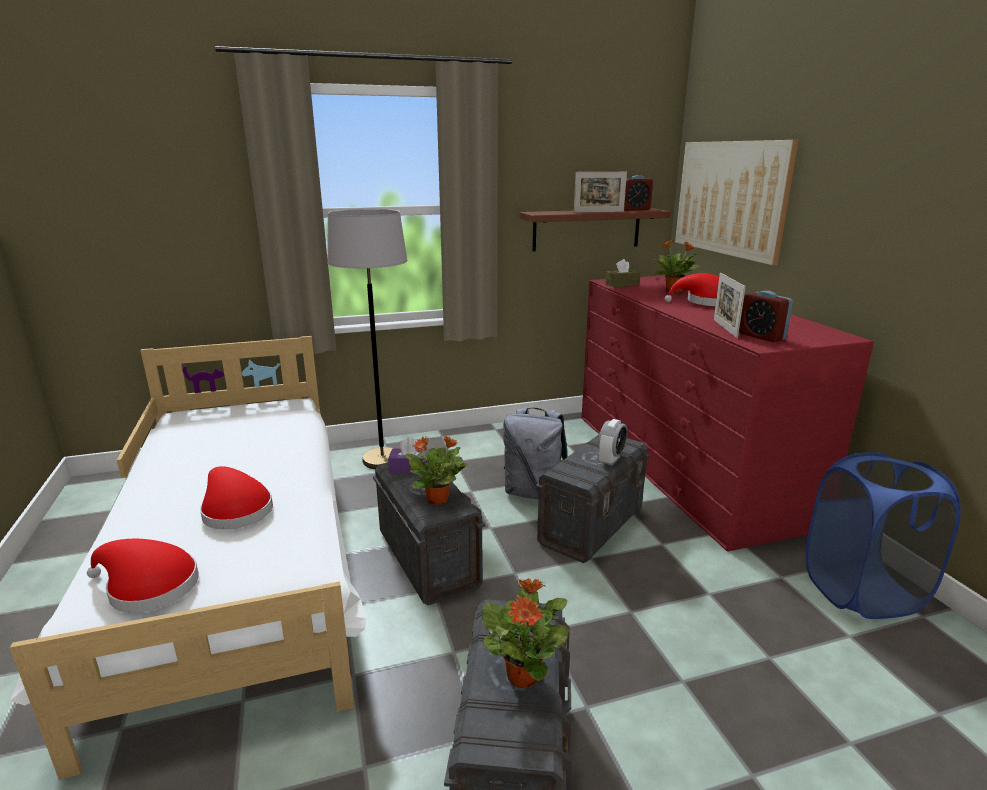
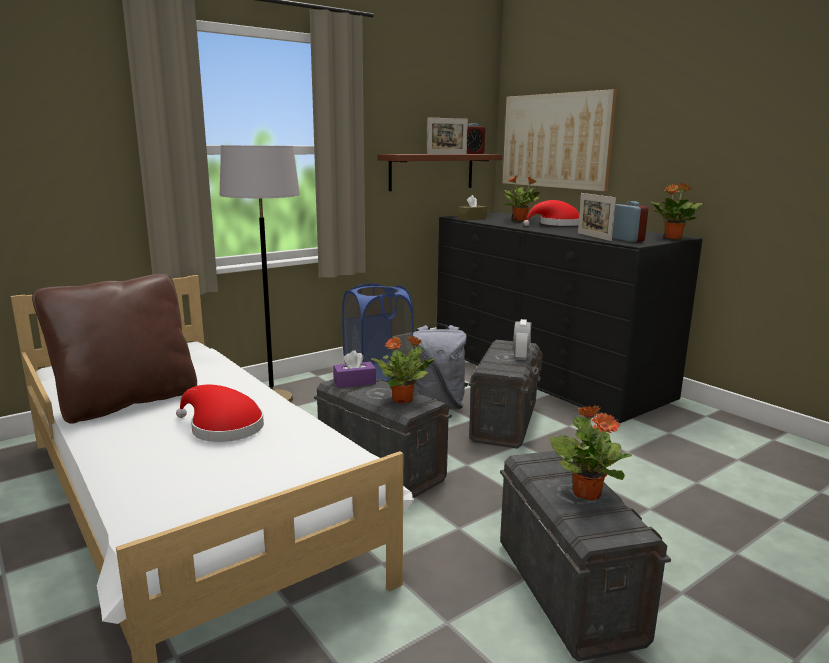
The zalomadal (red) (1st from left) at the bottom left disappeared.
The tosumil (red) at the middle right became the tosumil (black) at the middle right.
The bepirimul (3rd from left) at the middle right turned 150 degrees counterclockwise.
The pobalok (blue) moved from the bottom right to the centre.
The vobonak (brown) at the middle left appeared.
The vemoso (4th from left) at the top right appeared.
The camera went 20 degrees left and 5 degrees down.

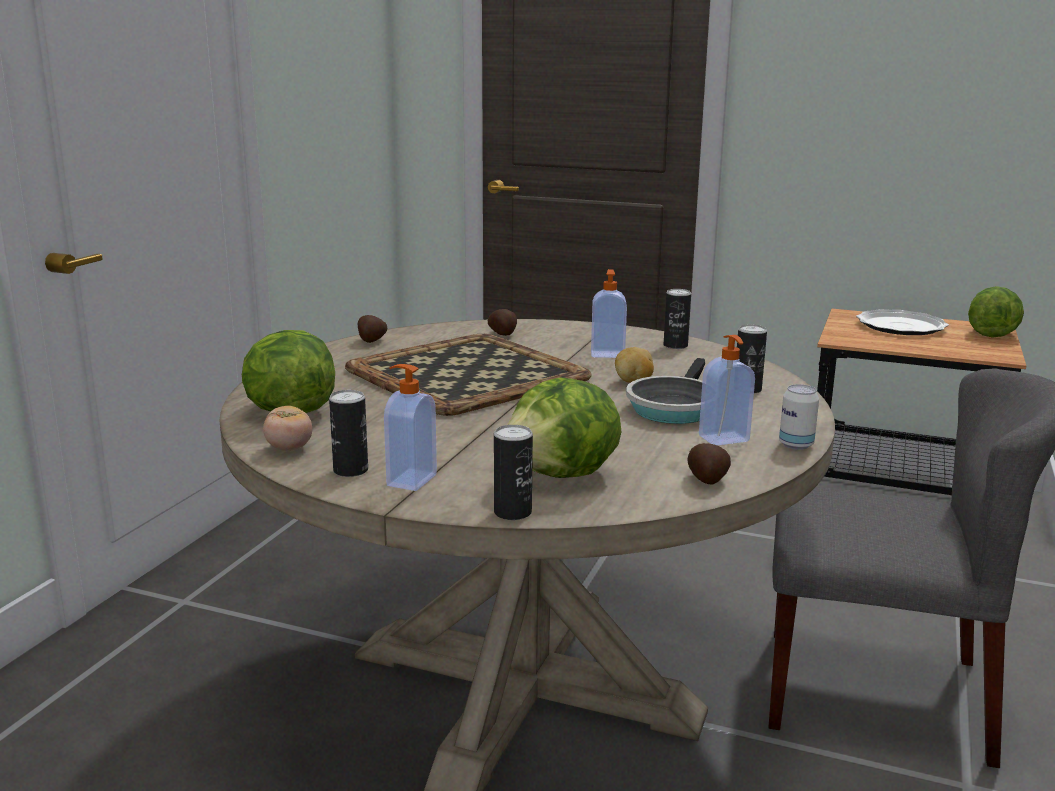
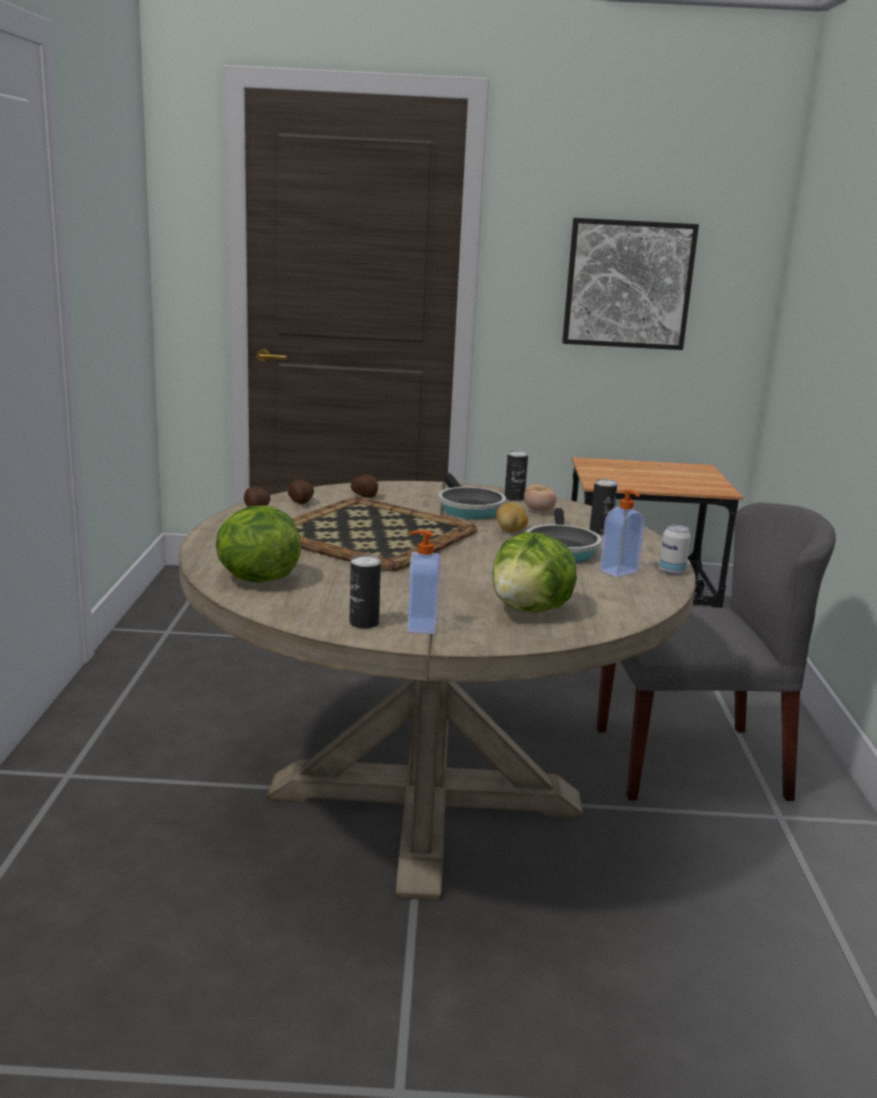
The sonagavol moved from the middle left to the centre.
The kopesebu (2nd from left) at the centre disappeared.
The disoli (2nd from left) at the centre was replaced by the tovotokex (1st from left) at the centre.
The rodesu (4th from left in the first image) moved from the middle right to the centre.
The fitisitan at the middle right disappeared.
The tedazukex (3rd from left) at the middle right disappeared.
The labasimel at the top right appeared.
The camera went 20 degrees left and 0 degrees up.

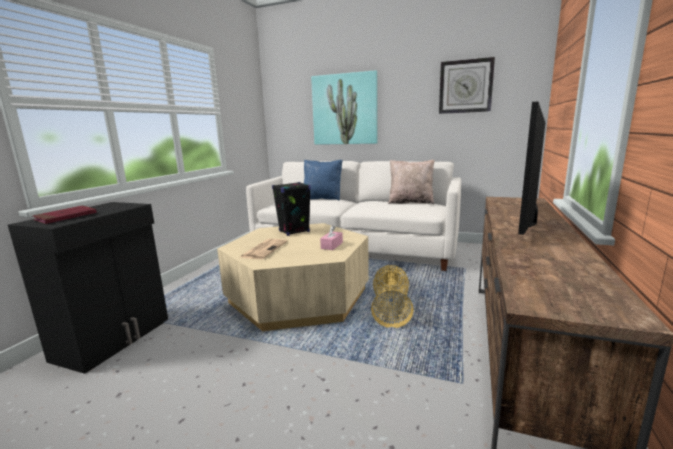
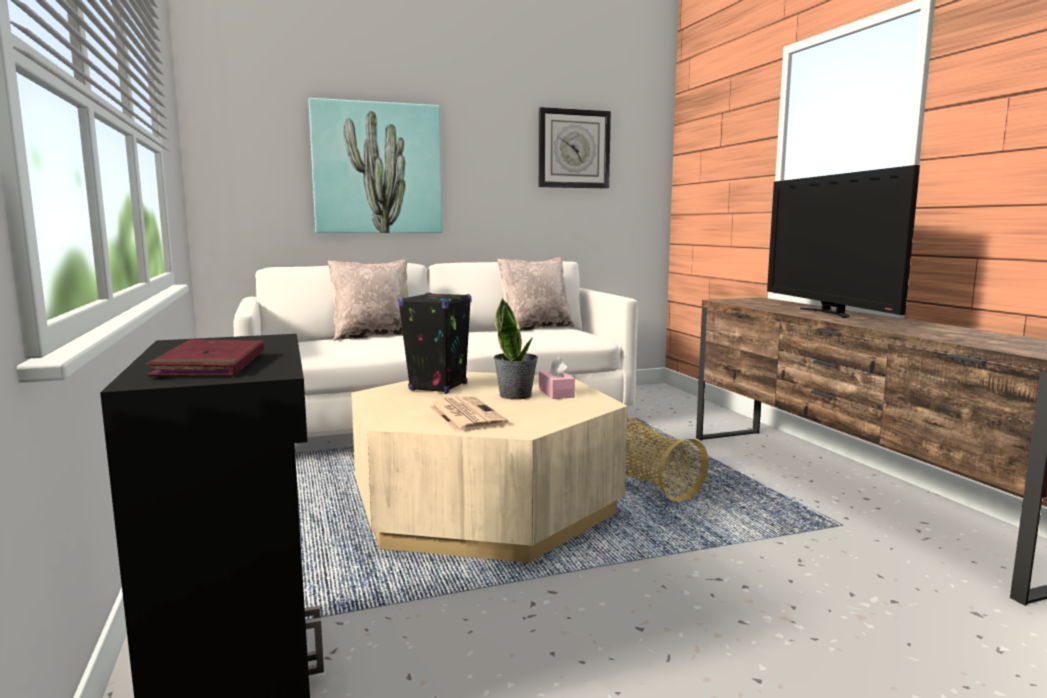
The vobonak (blue) at the centre became the vobonak (beige) (1st from left) at the centre.
The vemoso at the centre appeared.
The camera went 40 degrees left and 5 degrees down.

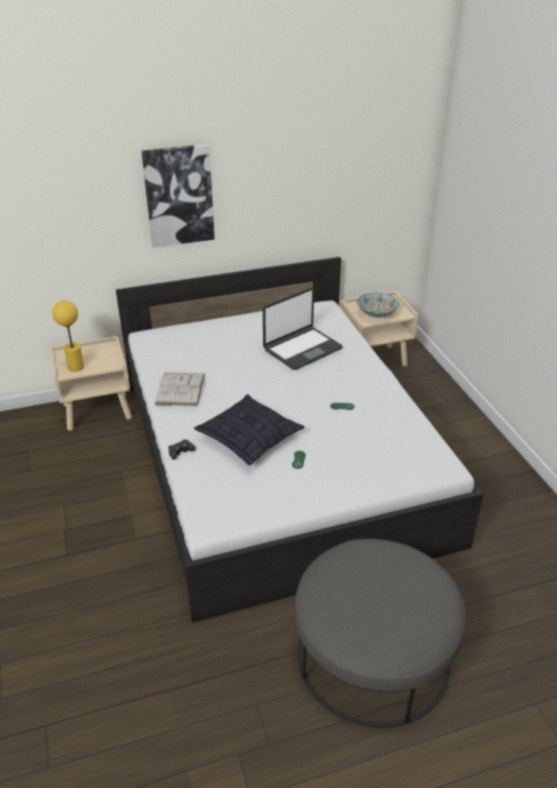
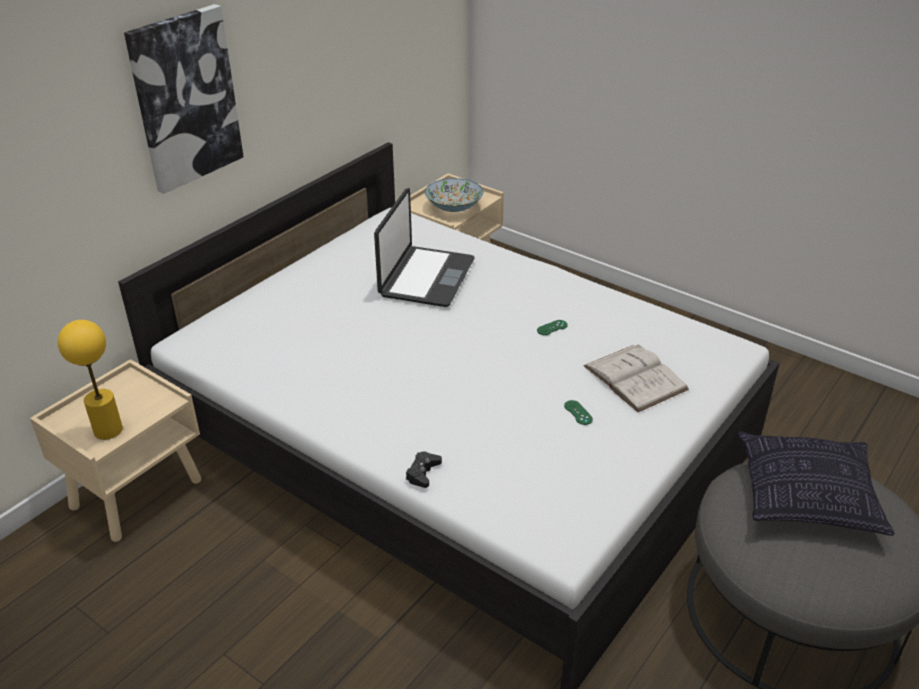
The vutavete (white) moved from the middle left to the middle right.
The vobonak moved from the centre to the bottom right.
The camera went 35 degrees left and 0 degrees up.

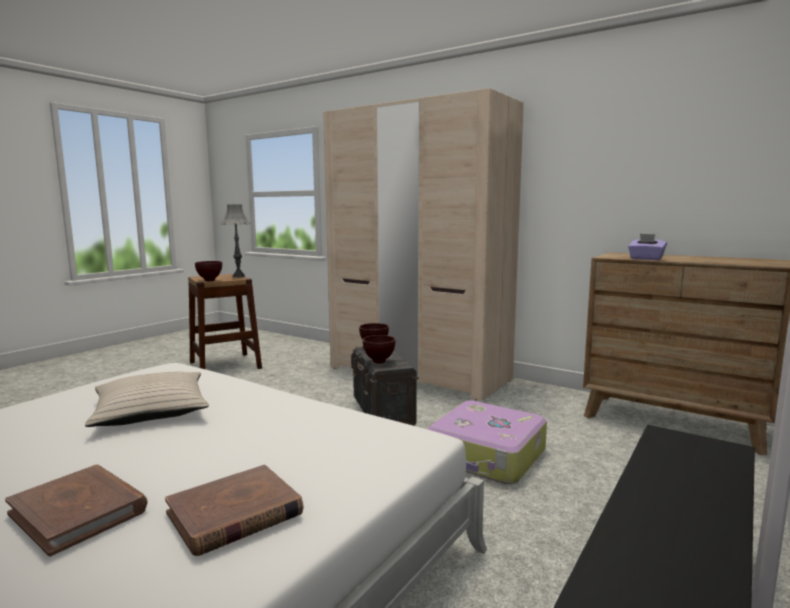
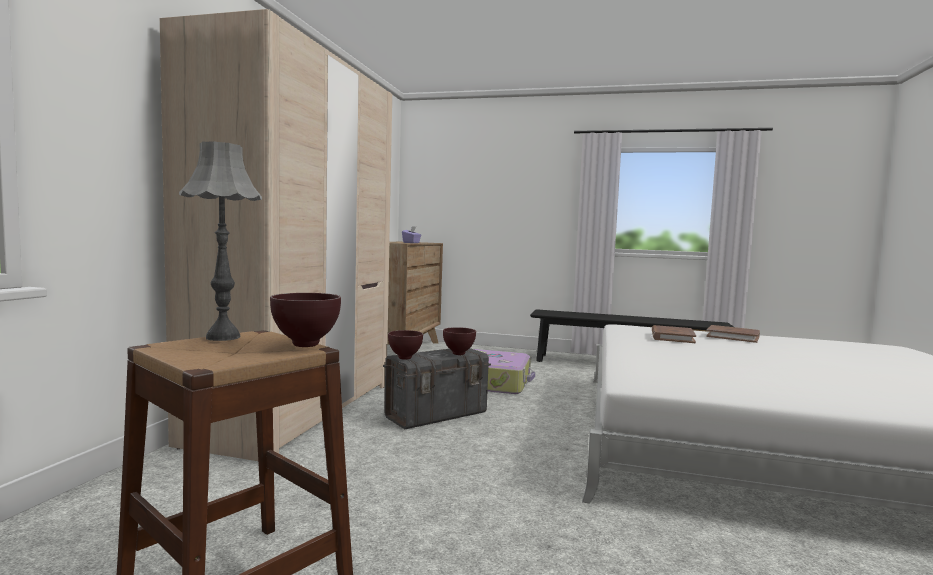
The vutavete (brown) (1st from left) moved from the bottom left to the middle right.
The vobonak (beige) at the middle left disappeared.
The camera went 110 degrees left and 5 degrees down.

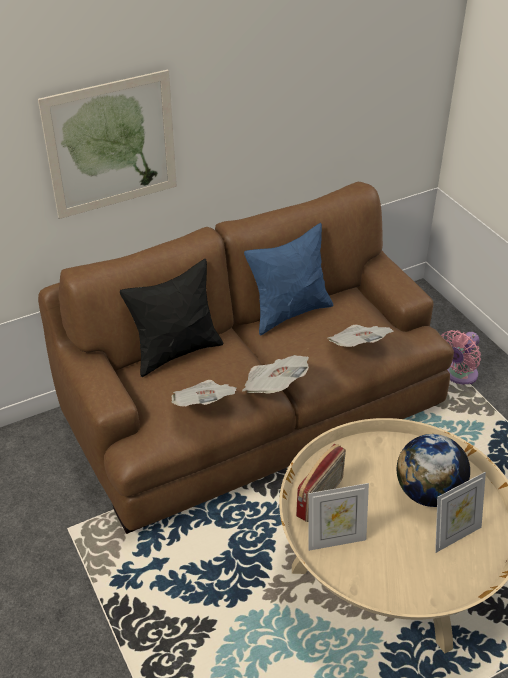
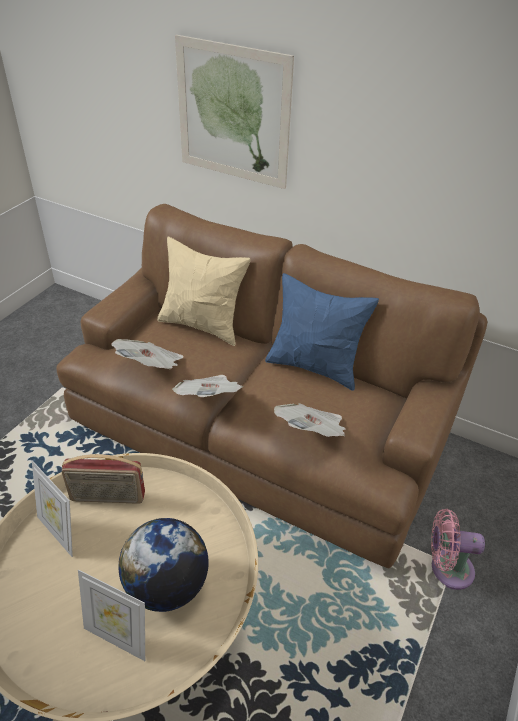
The vobonak (black) at the centre became the vobonak (beige) at the centre.
The camera went 55 degrees right and 0 degrees up.

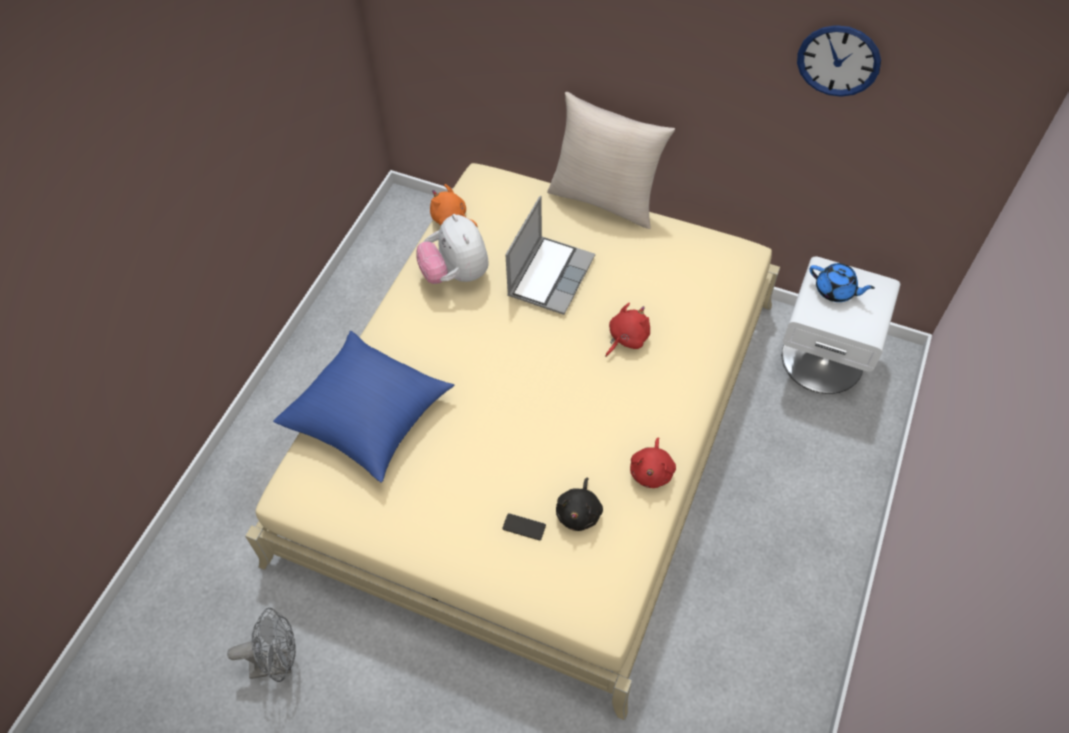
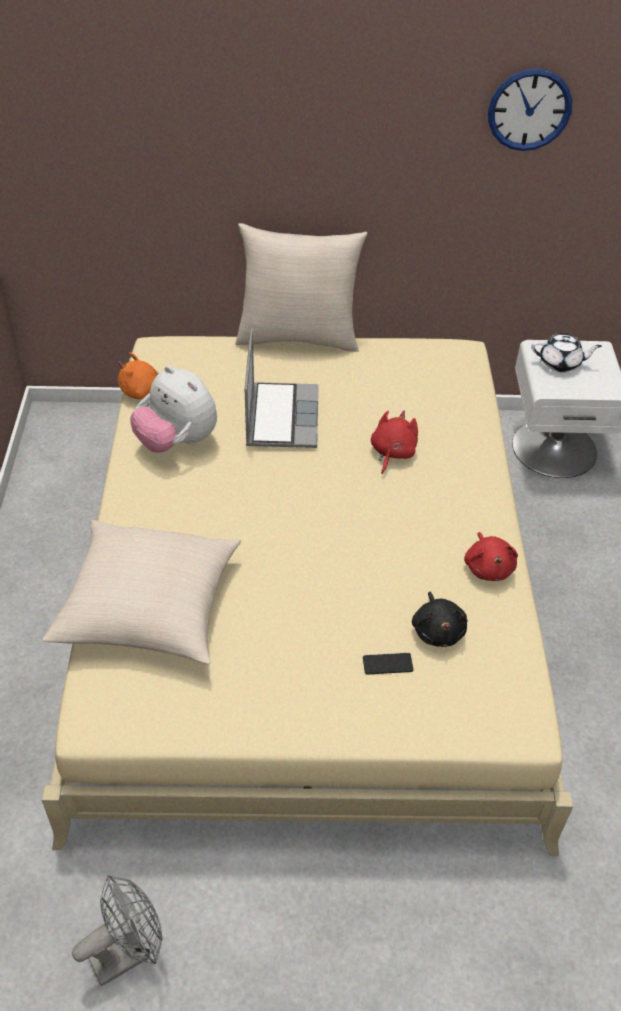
The vobonak (blue) at the centre became the vobonak (beige) (1st from left) at the middle left.
The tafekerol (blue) at the middle right became the tafekerol (white) at the middle right.
The camera went 25 degrees left and 10 degrees down.

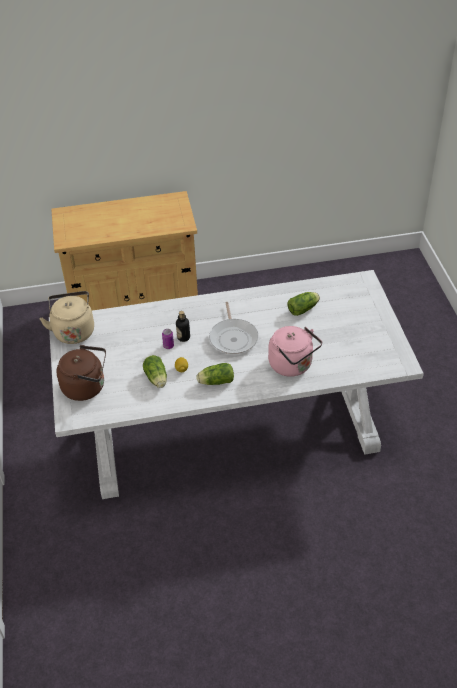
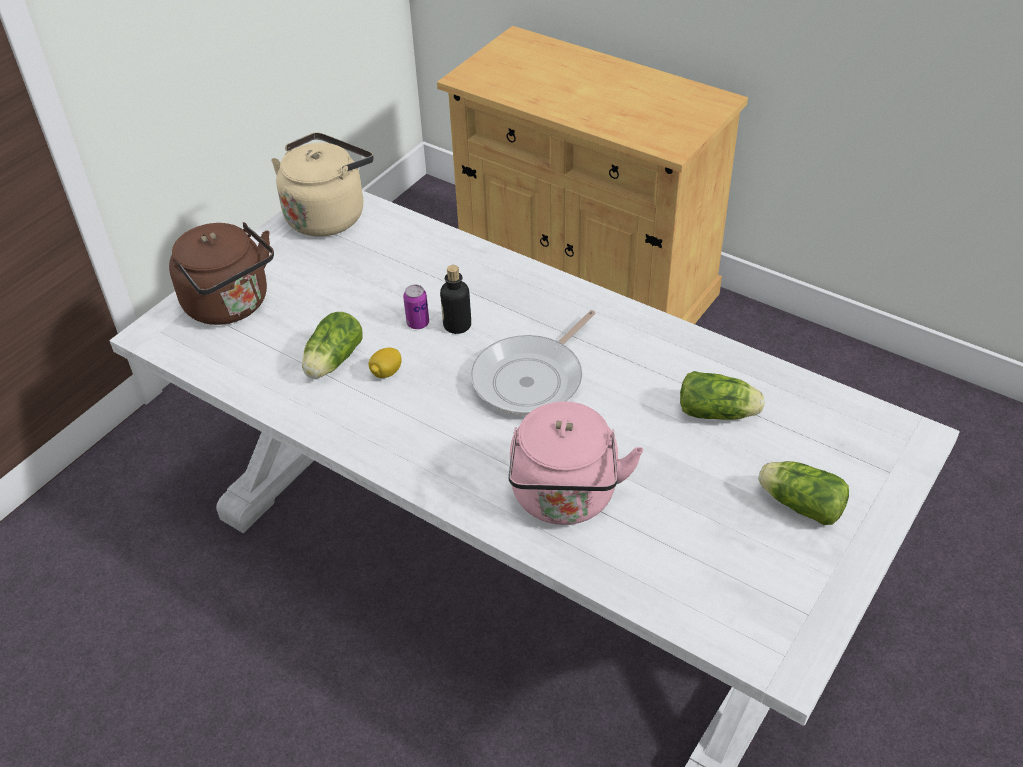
The tedazukex (2nd from left in the first image) moved from the centre to the middle right.
The camera went 45 degrees right and 0 degrees up.

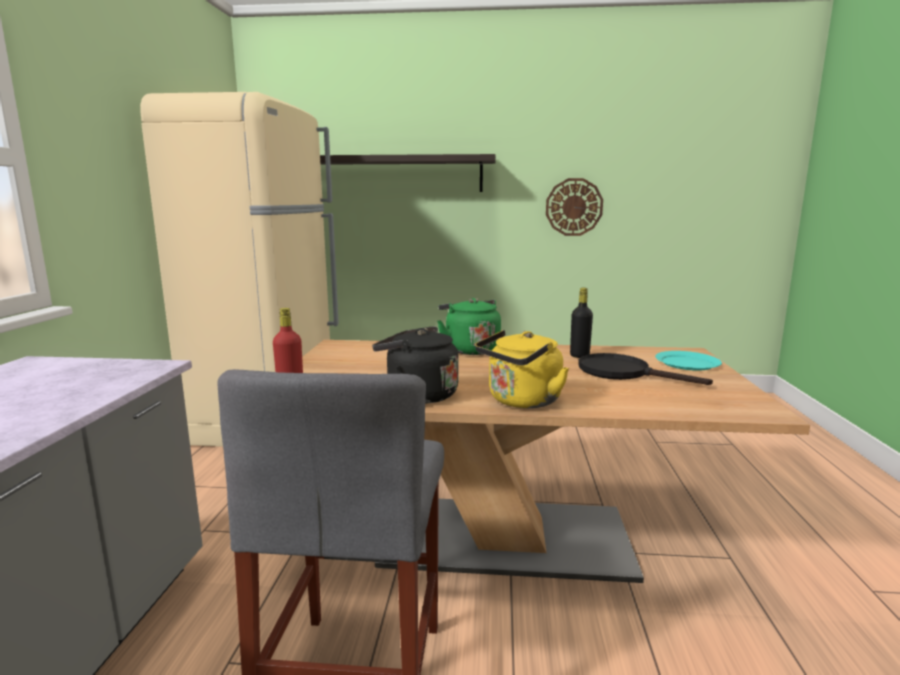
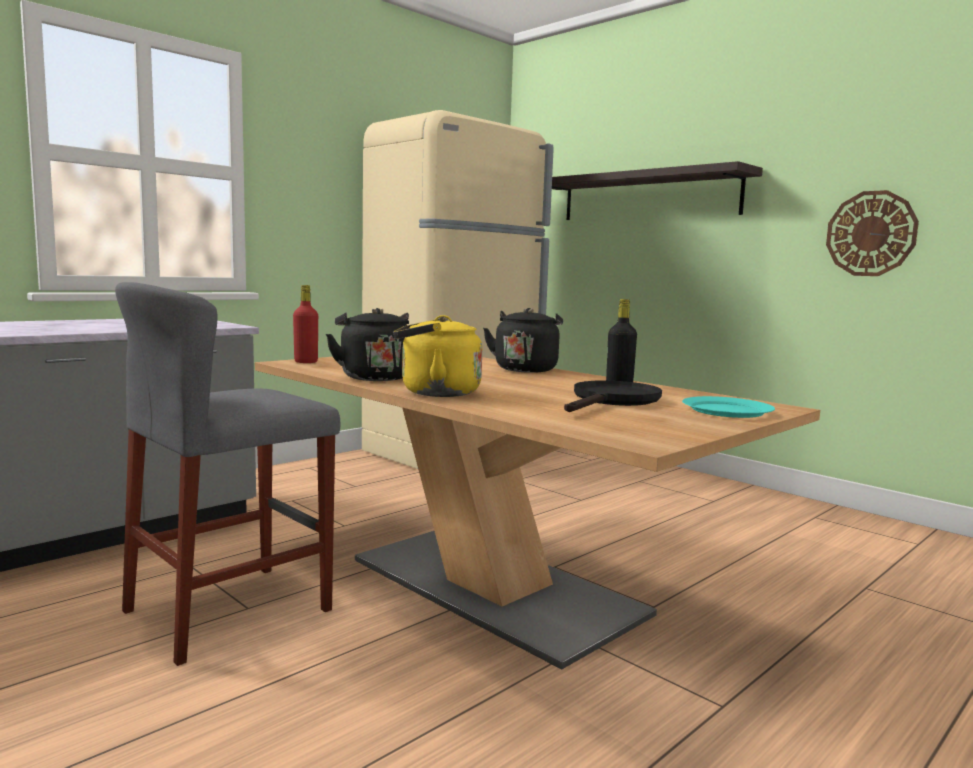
The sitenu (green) at the centre became the sitenu (black) (2nd from left) at the centre.
The tovotokex (black) at the middle right turned 45 degrees clockwise.
The camera went 40 degrees right and 5 degrees down.

